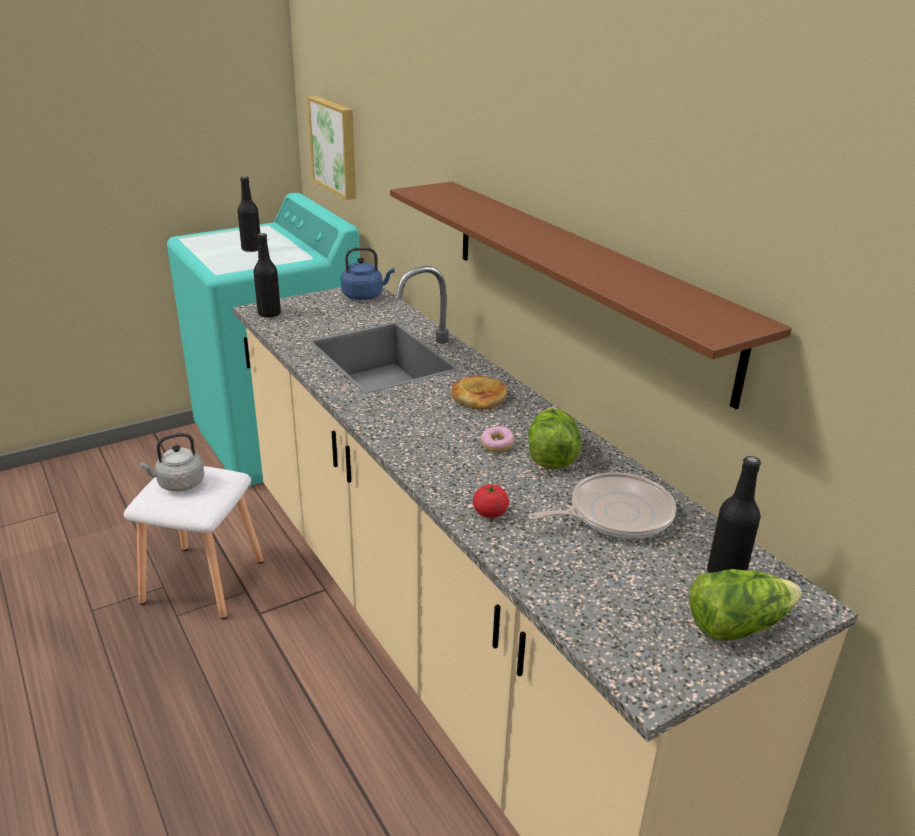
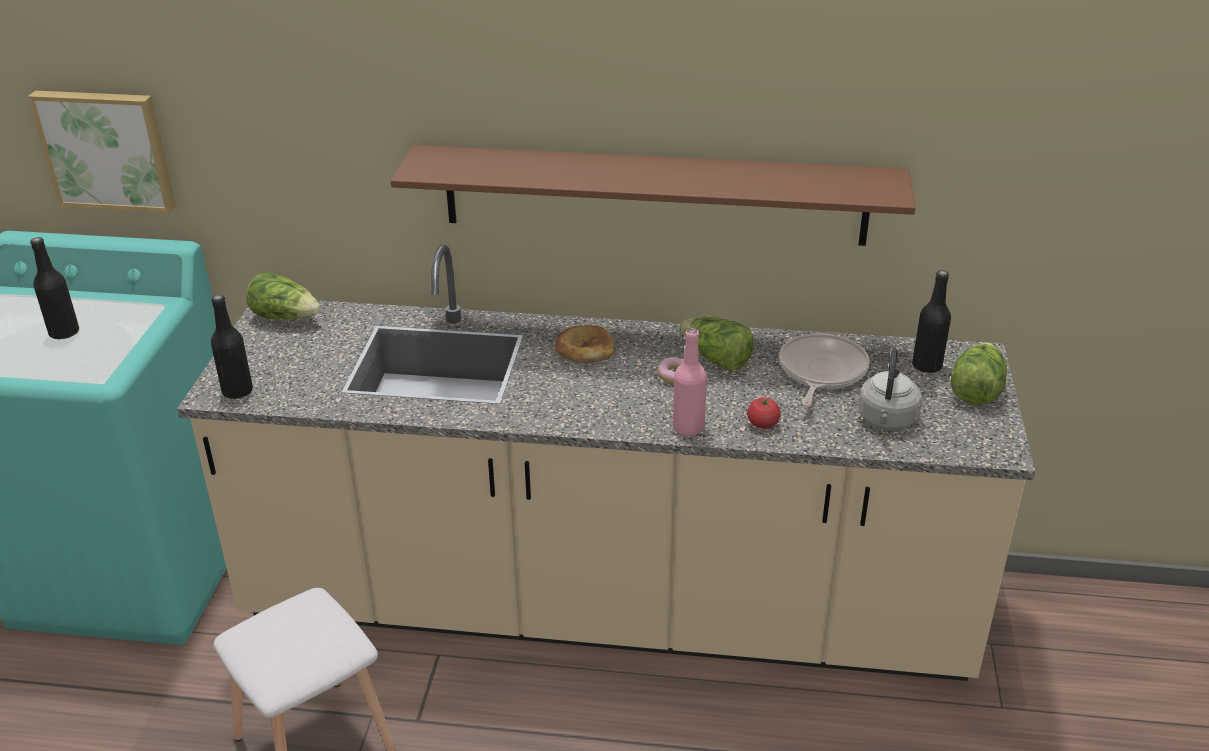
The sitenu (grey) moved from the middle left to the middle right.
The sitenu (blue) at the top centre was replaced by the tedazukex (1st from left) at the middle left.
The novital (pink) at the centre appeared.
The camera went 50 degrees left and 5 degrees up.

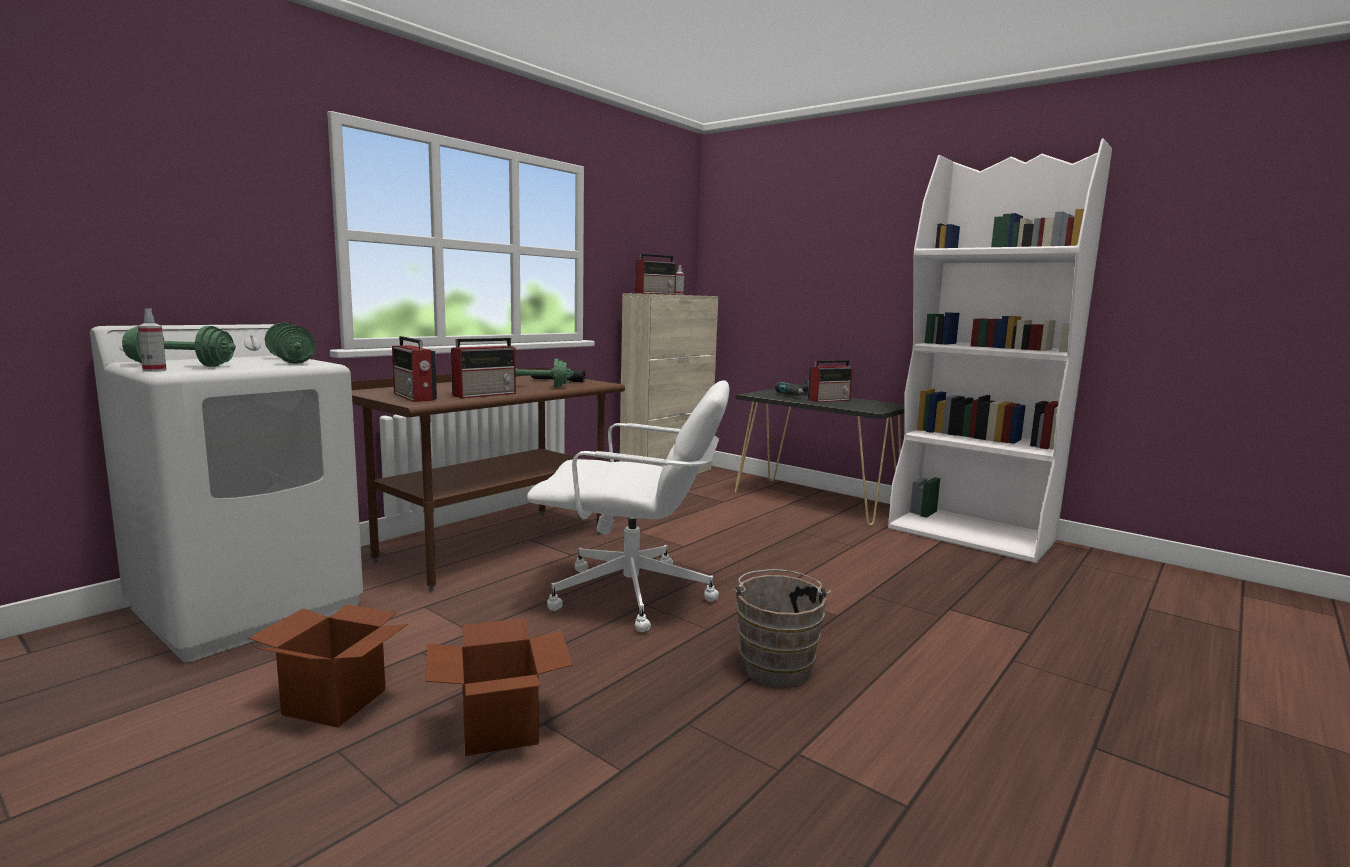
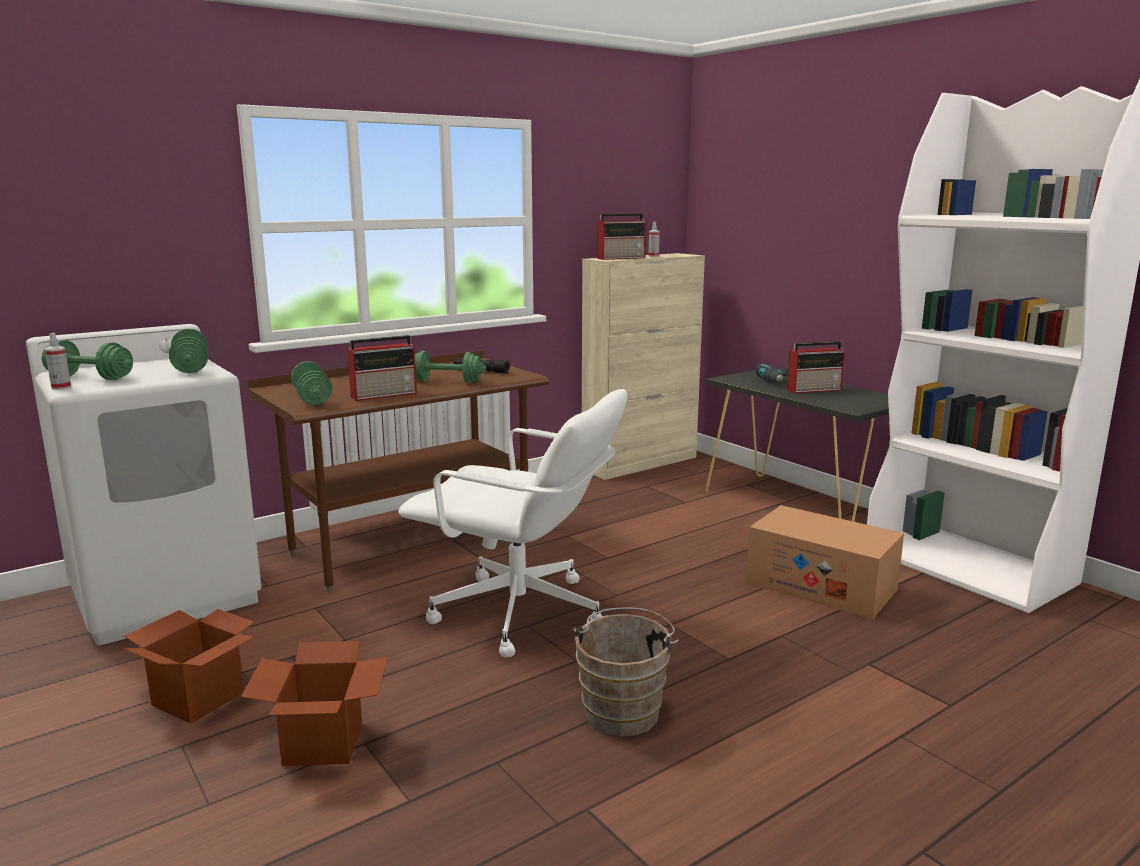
The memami (1st from left) at the middle left was replaced by the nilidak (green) (3rd from left) at the middle left.
The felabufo (3rd from left) at the middle right appeared.
The camera went 15 degrees right and 5 degrees up.

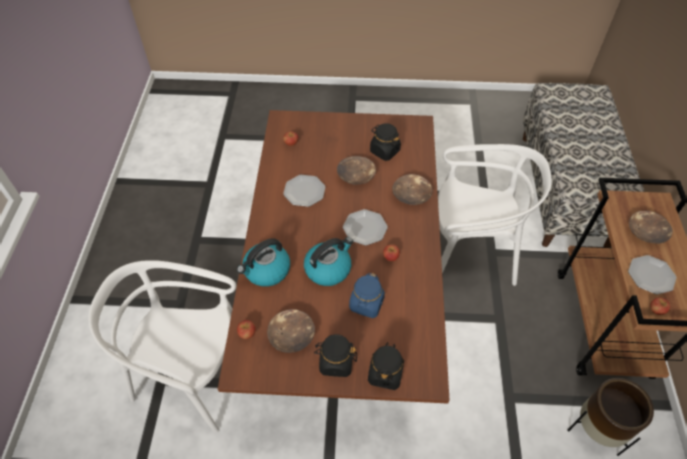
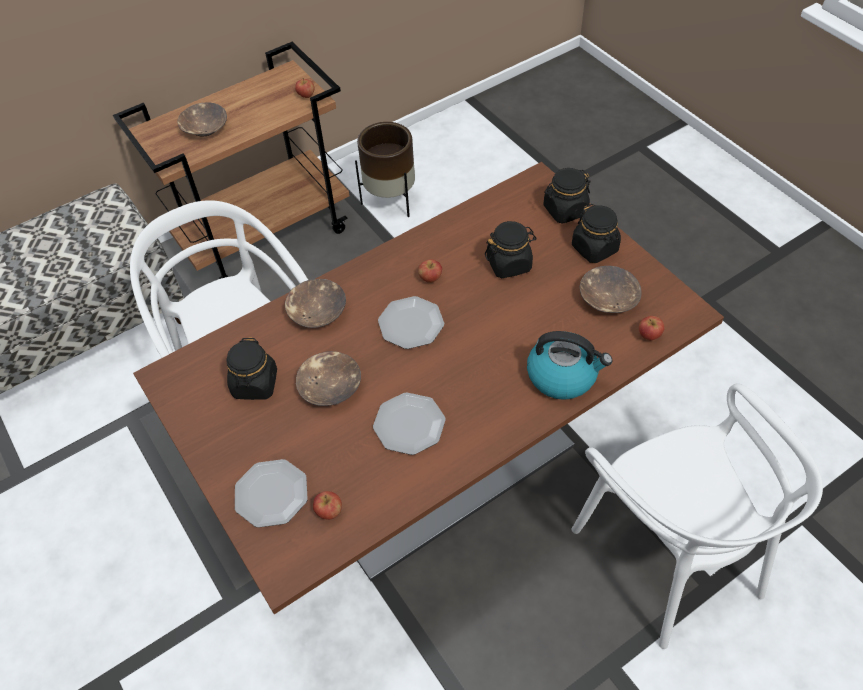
The sitenu (2nd from left) at the centre disappeared.
The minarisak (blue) at the centre became the minarisak (black) (2nd from left) at the centre.
The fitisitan (3rd from left in the first image) moved from the middle right to the bottom left.
The camera went 125 degrees left and 0 degrees up.

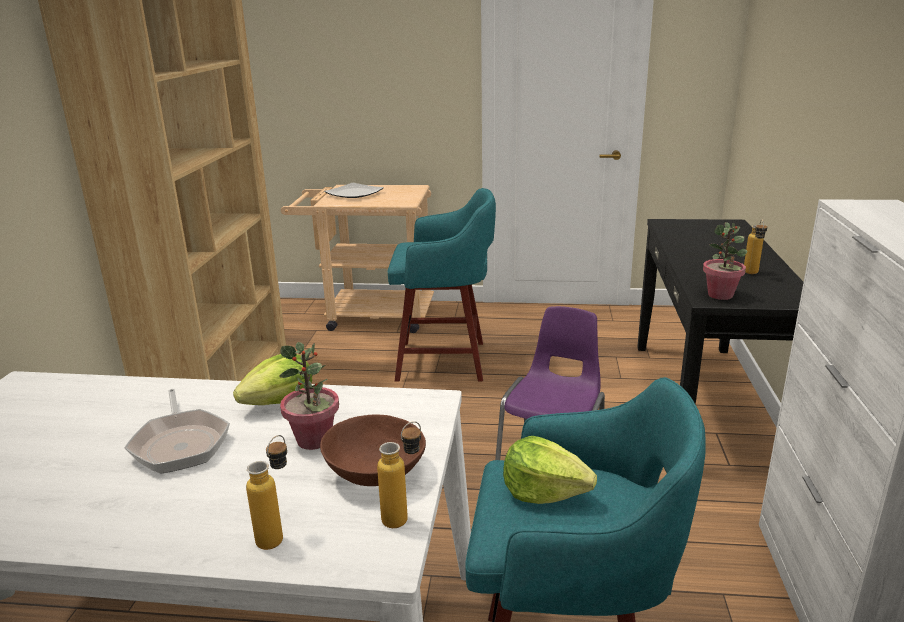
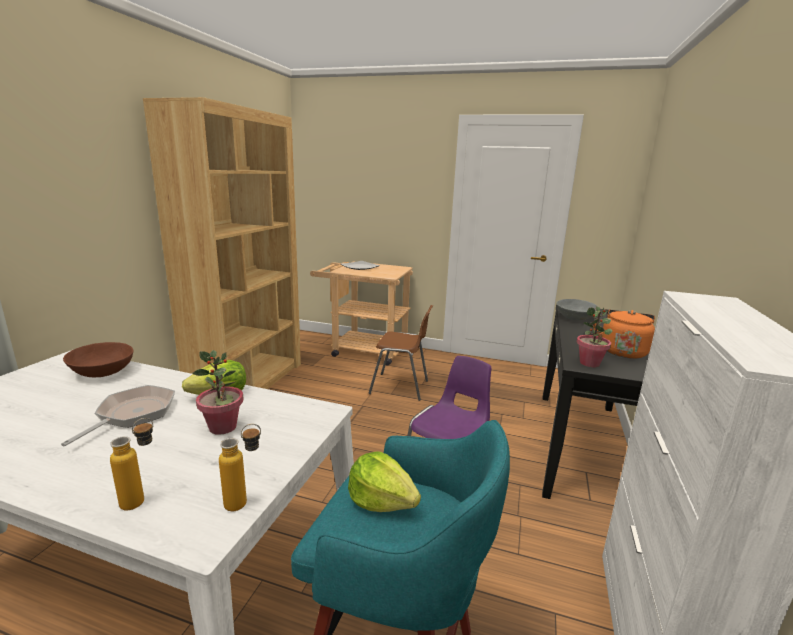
The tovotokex at the bottom left turned 150 degrees counterclockwise.
The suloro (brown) moved from the bottom centre to the middle left.
The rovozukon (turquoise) (1st from left) at the centre was replaced by the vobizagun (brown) at the centre.
The novital (3rd from left) at the middle right was replaced by the sitenu (orange) at the middle right.
The suloro (grey) at the middle right appeared.
The camera went 10 degrees right and 5 degrees down.

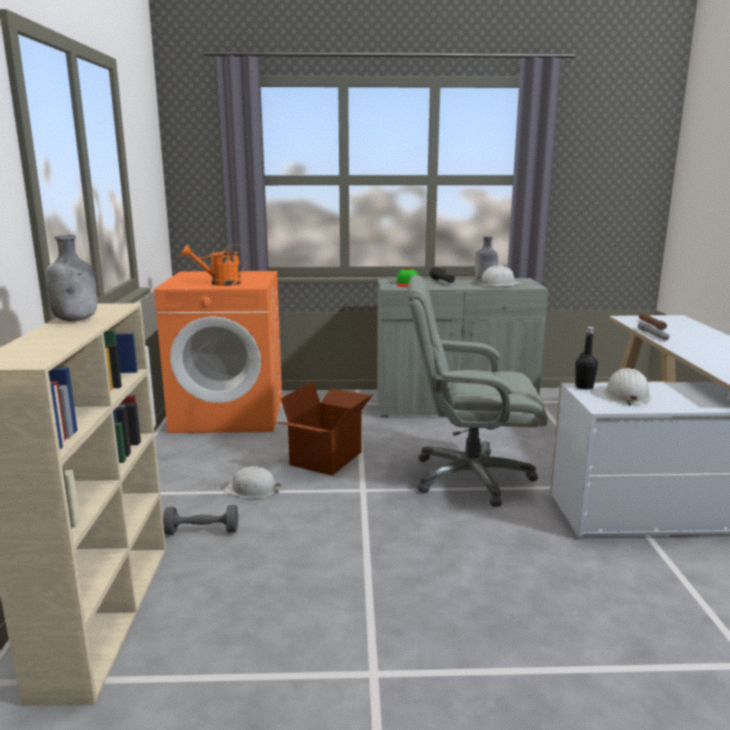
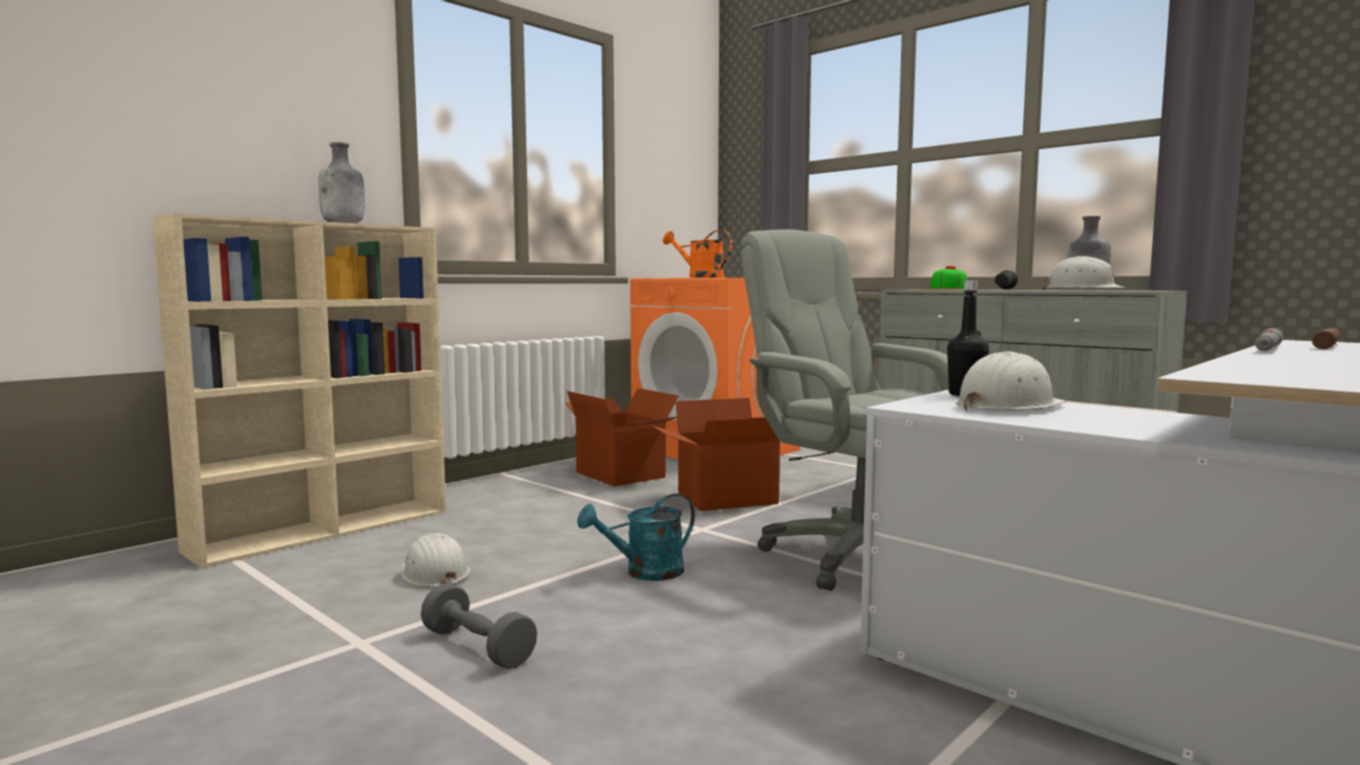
The nilidak (grey) moved from the bottom left to the bottom centre.
The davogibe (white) (1st from left) moved from the centre to the bottom left.
The felabufo (1st from left) at the centre appeared.
The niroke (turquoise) at the bottom centre appeared.
The camera went 45 degrees right and 10 degrees down.

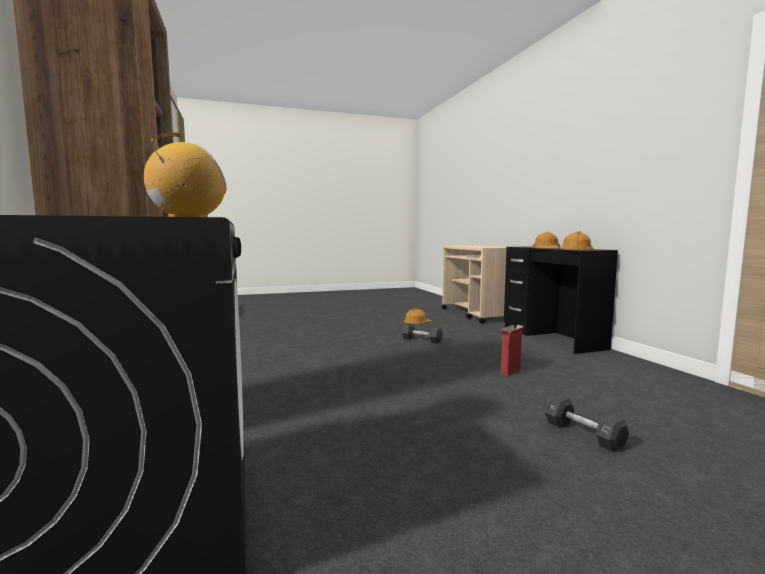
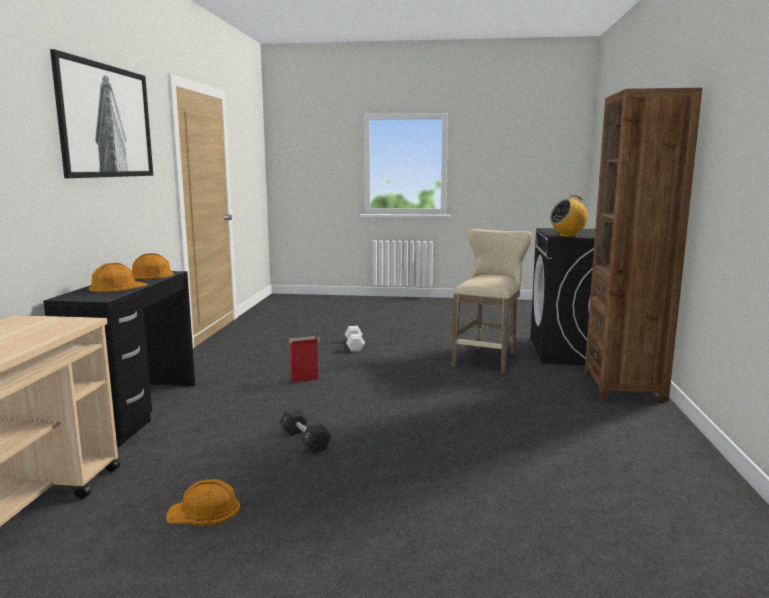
The nilidak (black) (2nd from left) at the bottom right became the nilidak (white) at the centre.
The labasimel at the top left appeared.
The rovozukon (beige) at the centre appeared.
The camera went 155 degrees left and 5 degrees up.

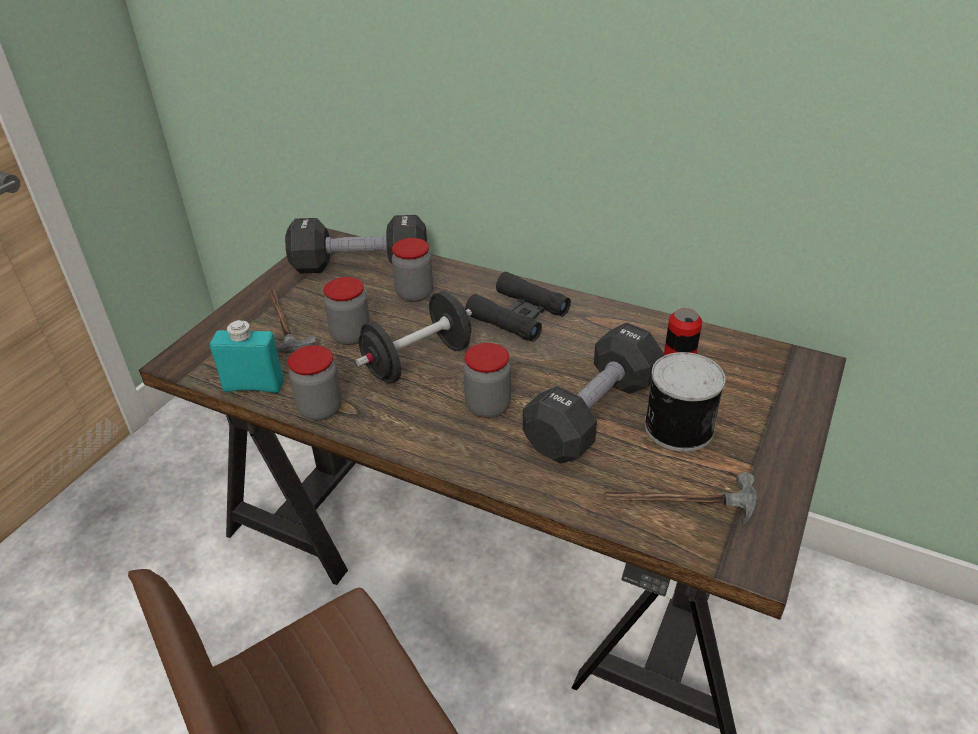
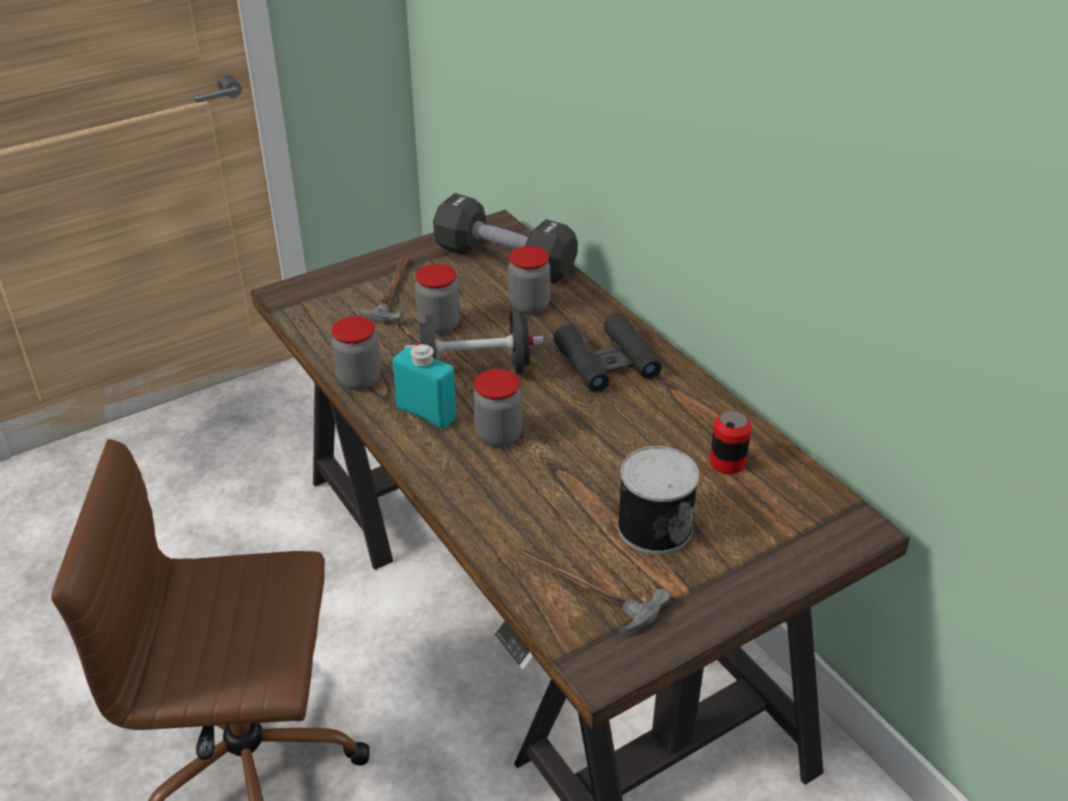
The novital (turquoise) moved from the middle left to the centre.
The nilidak (black) (3rd from left) at the centre disappeared.
The camera went 30 degrees right and 0 degrees up.

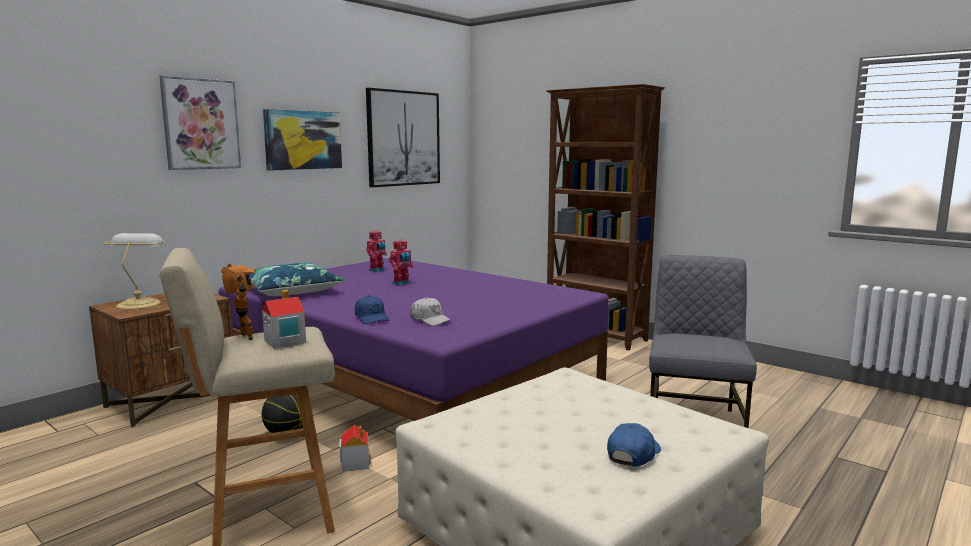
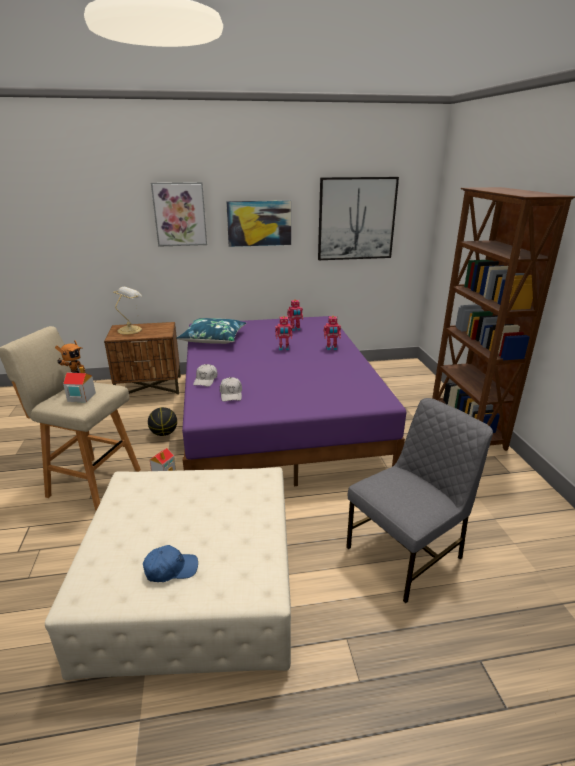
The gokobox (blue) (1st from left) at the centre became the gokobox (white) (1st from left) at the centre.
The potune (4th from left) at the centre appeared.
The camera went 40 degrees right and 15 degrees up.

